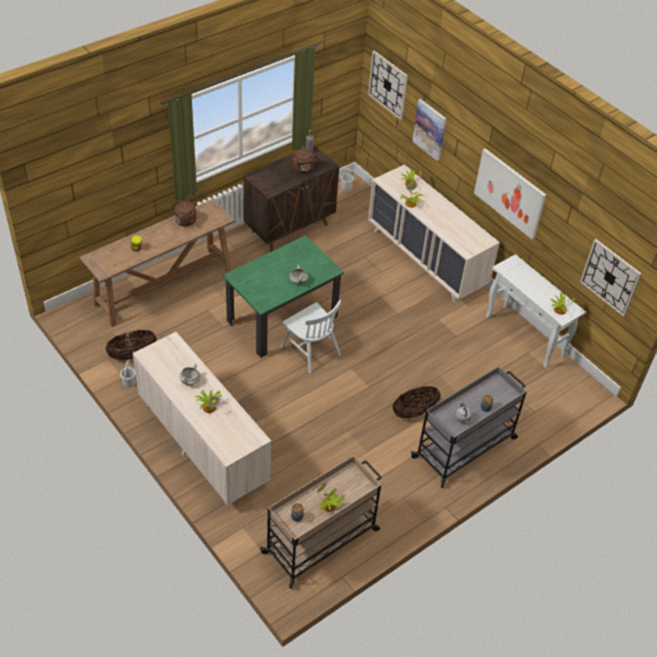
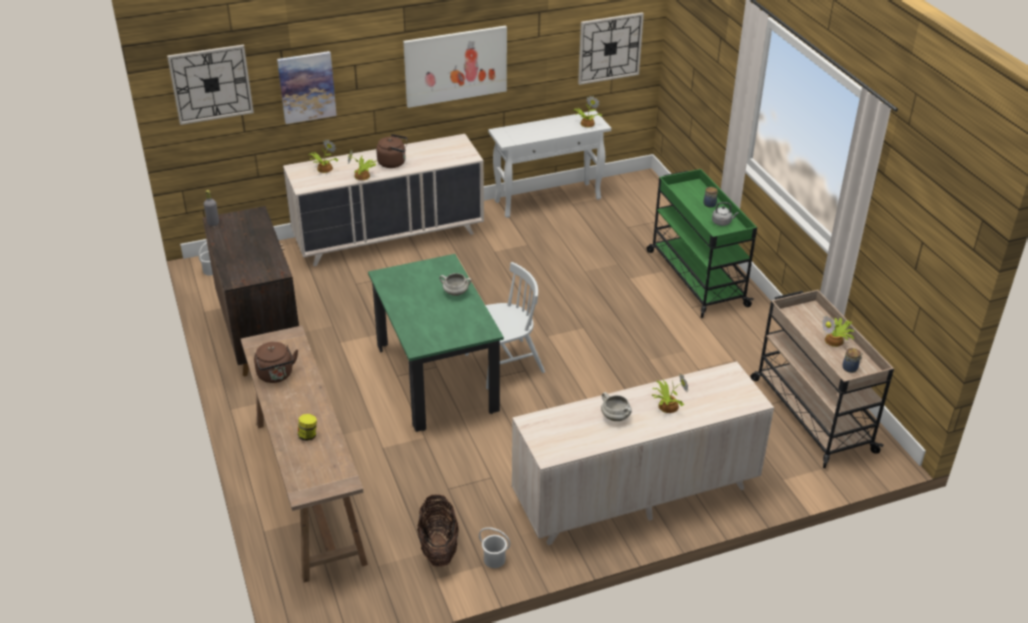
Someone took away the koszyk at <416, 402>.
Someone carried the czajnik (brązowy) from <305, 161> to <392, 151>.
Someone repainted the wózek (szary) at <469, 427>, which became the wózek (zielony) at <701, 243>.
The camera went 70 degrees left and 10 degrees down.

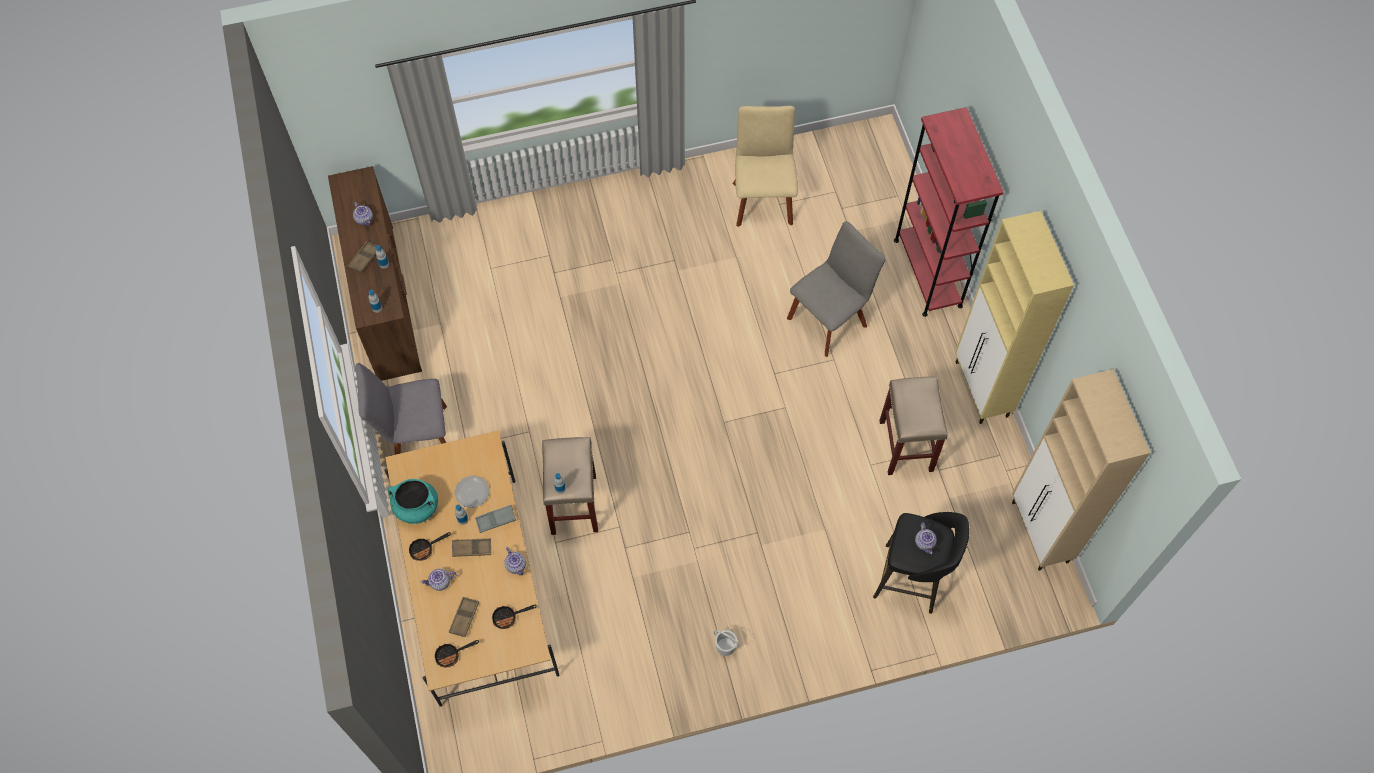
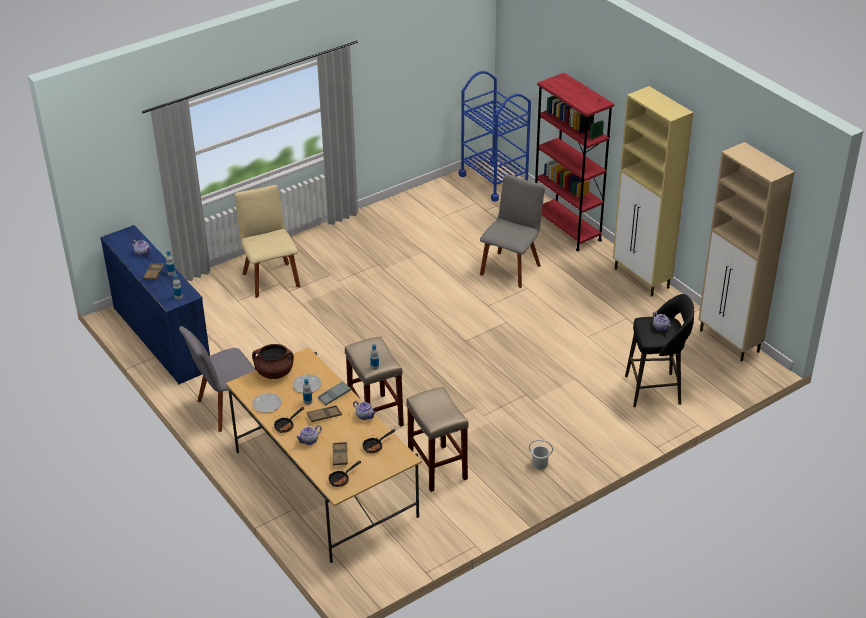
Someone put down the garnek (brązowy) at <273, 361>.
Someone put down the wózek (niebieski) at <495, 136>.
Someone carried the krzesło (beżowy) from <765, 166> to <267, 241>.
Someone carried the stołek (beżowy) from <913, 426> to <437, 439>.
Someone swapped the garnek (turkusowy) at <413, 501> for the talerz at <267, 403>.
Someone repainted the komoda (brązowy) at <375, 273>, which became the komoda (niebieski) at <155, 305>.
The camera went 20 degrees left and 25 degrees down.

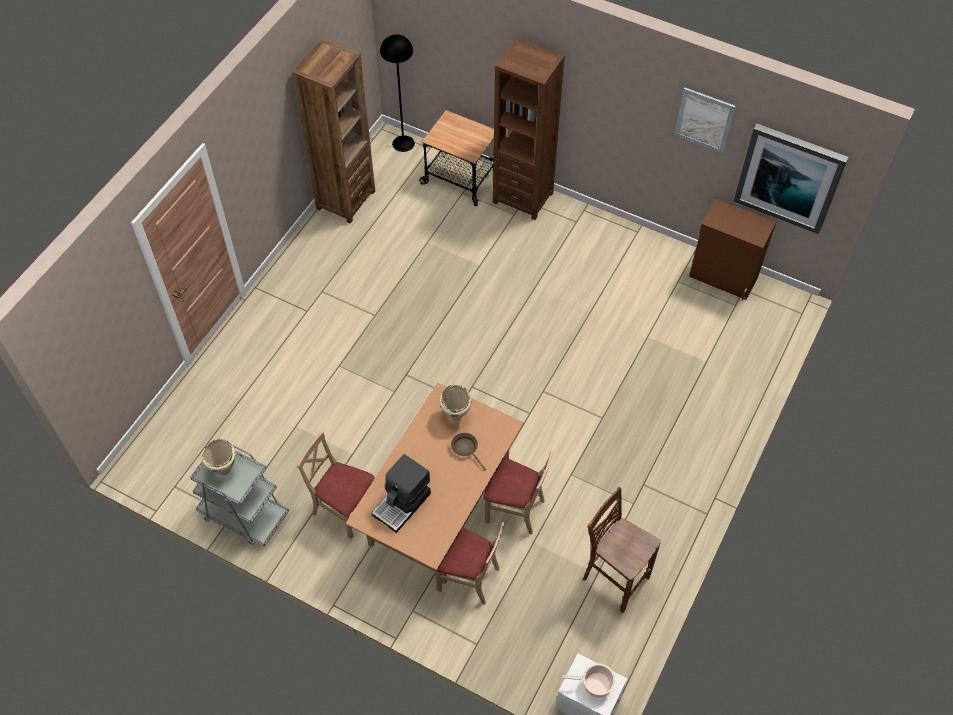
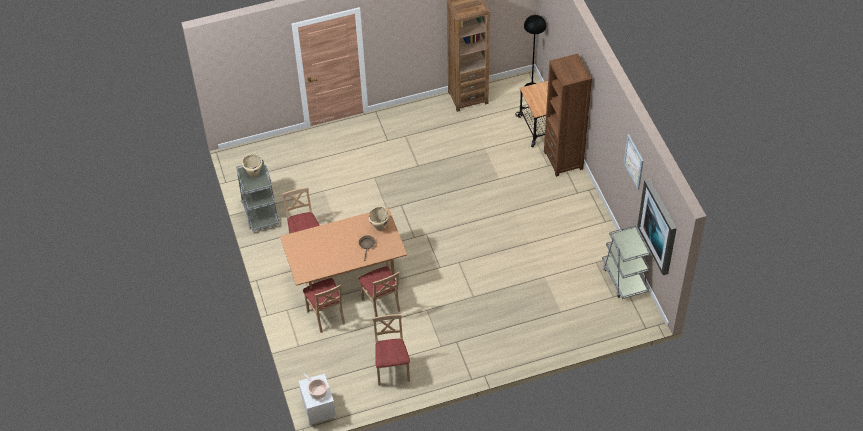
Someone took away the ekspres do kawy at <401, 493>.
Someone swapped the stołek (brązowy) at <622, 550> for the krzesło (beżowy) at <391, 350>.
Someone swapped the szafka (brązowy) at <732, 249> for the wózek (szary) at <626, 262>.
The camera went 45 degrees right and 5 degrees down.

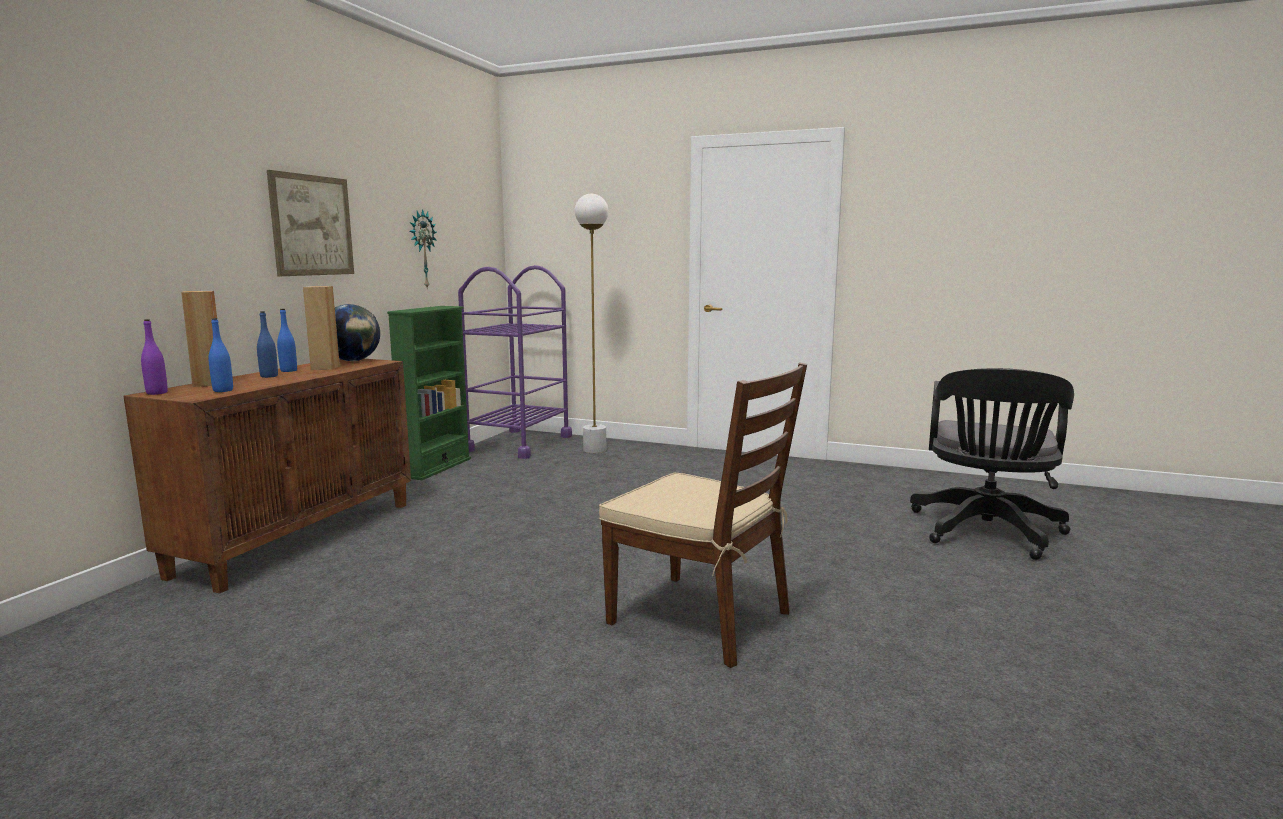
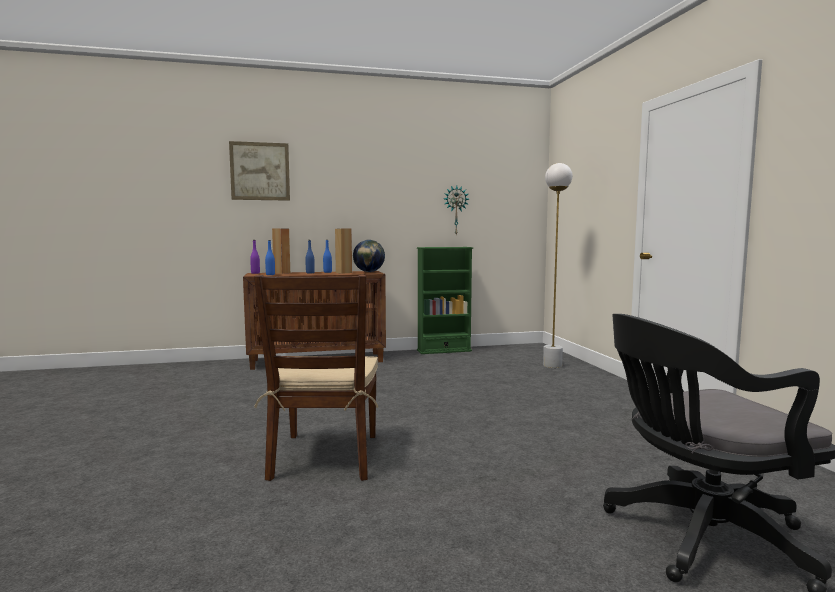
Someone took away the wózek (fioletowy) at <515, 362>.
Someone carried the obraz from <310, 223> to <259, 171>.
The camera went 55 degrees right and 5 degrees down.

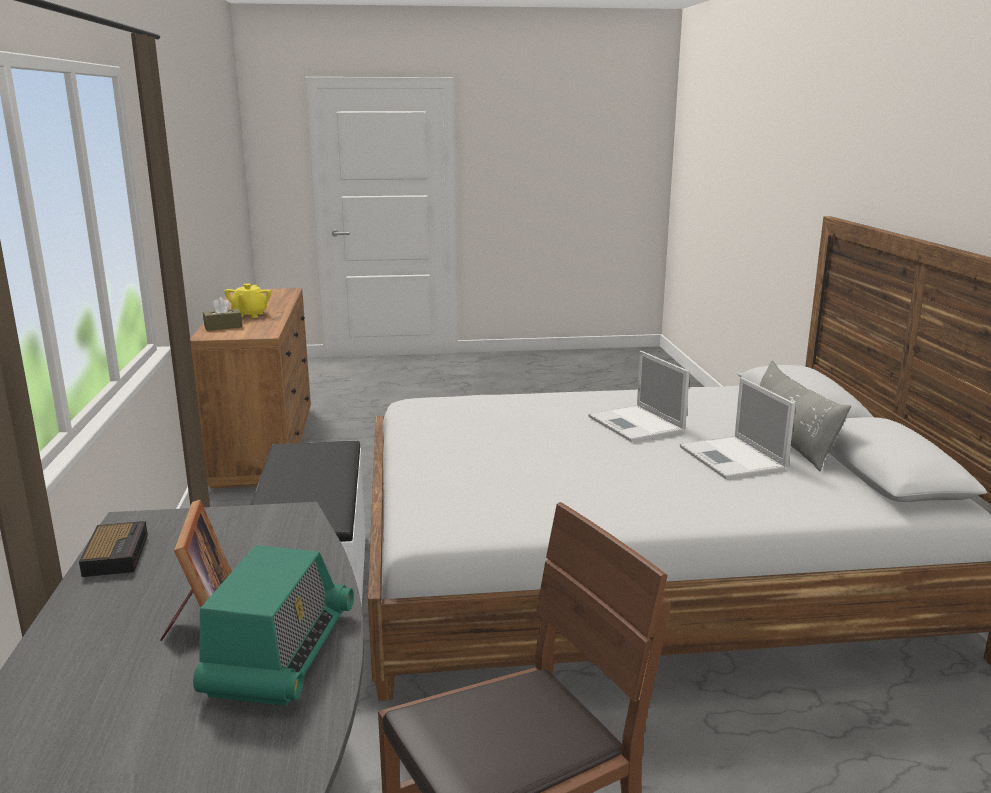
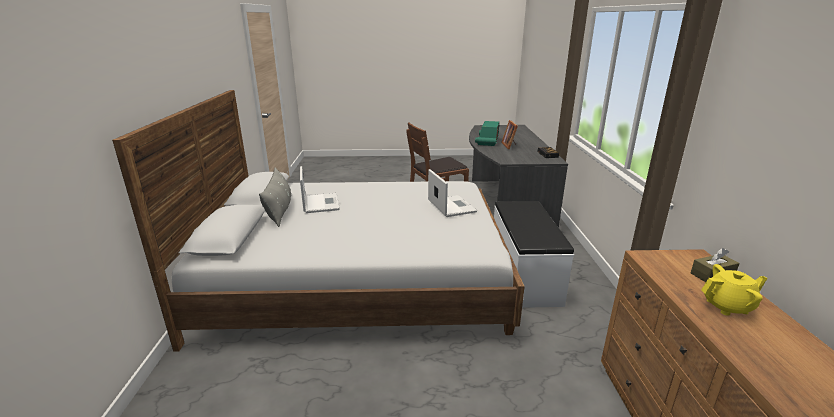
Someone carried the laptop from <639, 396> to <452, 193>.
Someone rotated the imbryk (żółty) at <247, 301> by 75 degrees clockwise.
The camera went 175 degrees left and 5 degrees up.

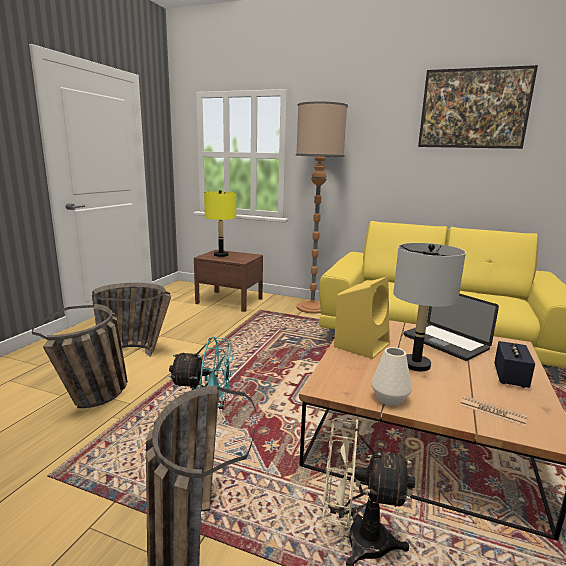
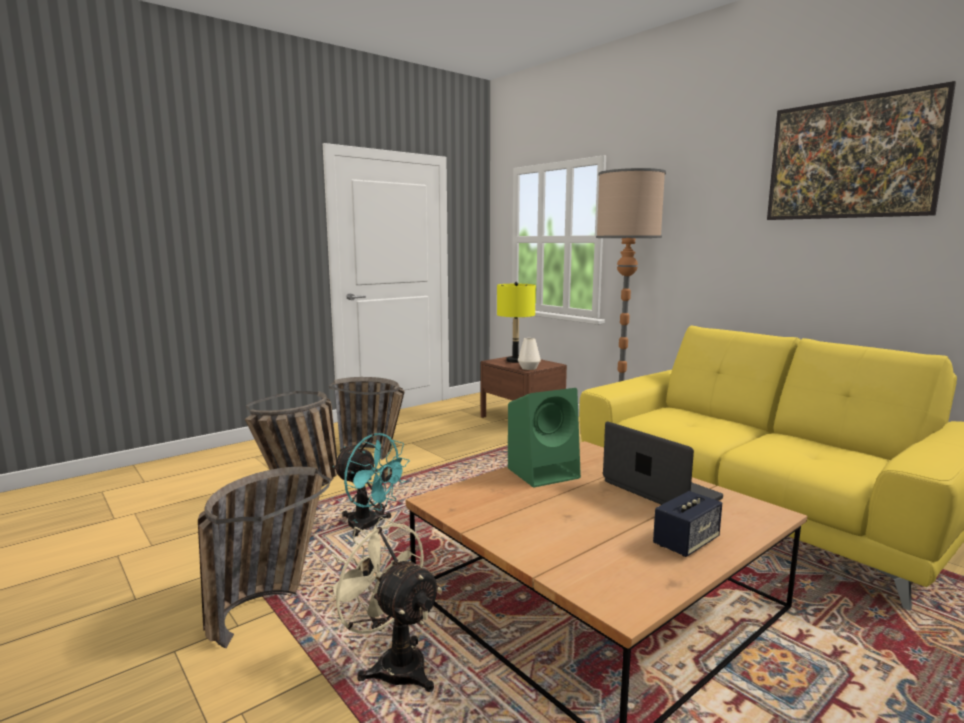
Someone took away the lampa stołowa (szary) at <429, 307>.
Someone took away the gazeta at <494, 411>.
Someone carried the wazon (biały) from <391, 376> to <529, 354>.
Someone repainted the głośnik (żółty) at <362, 317>, which became the głośnik (zielony) at <544, 438>.
Someone rotated the laptop at <451, 327> by 150 degrees clockwise.
The camera went 30 degrees right and 5 degrees down.

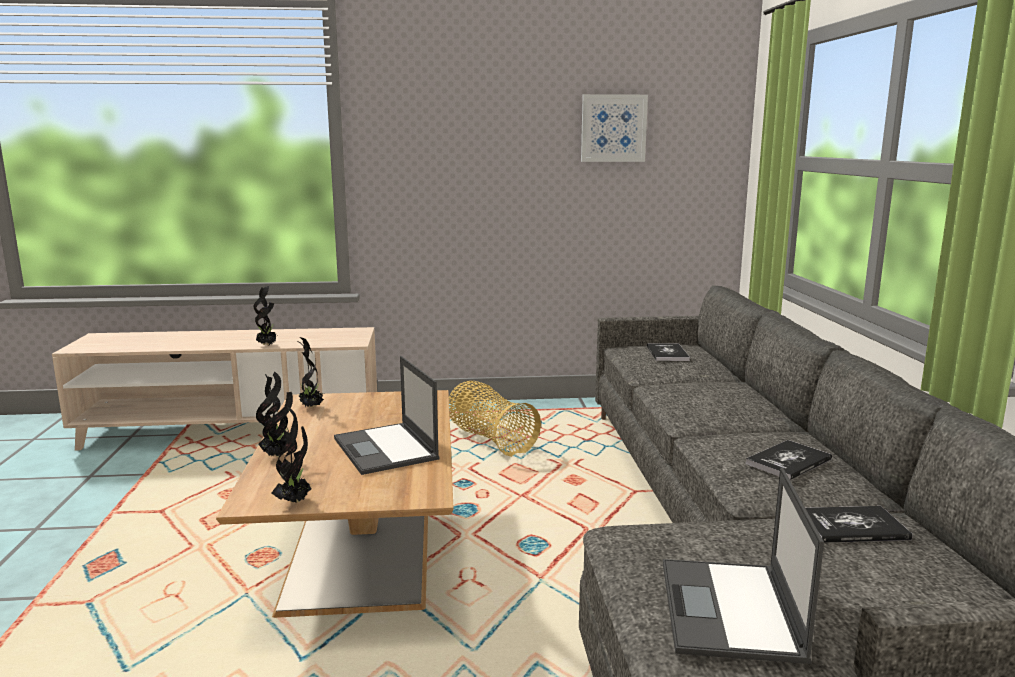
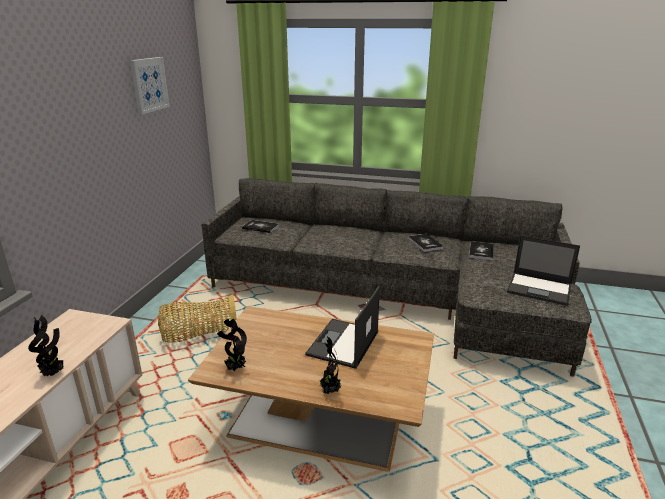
Someone took away the roślina doniczkowa at <292, 454>.
Someone rotated the laptop at <387, 415> by 120 degrees clockwise.
The camera went 70 degrees left and 10 degrees up.

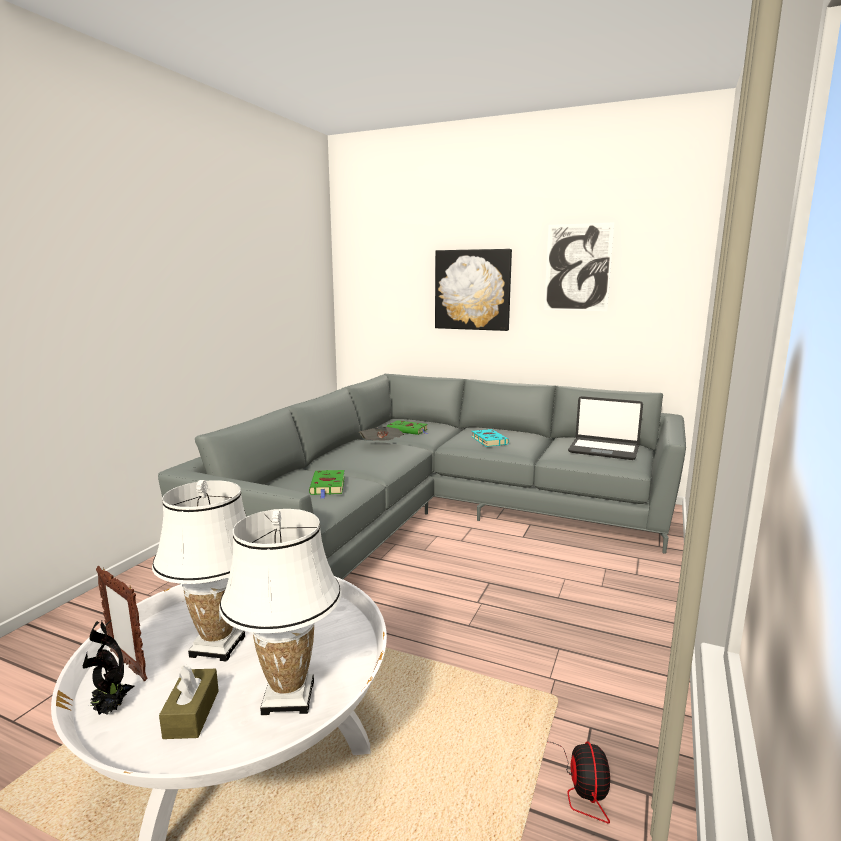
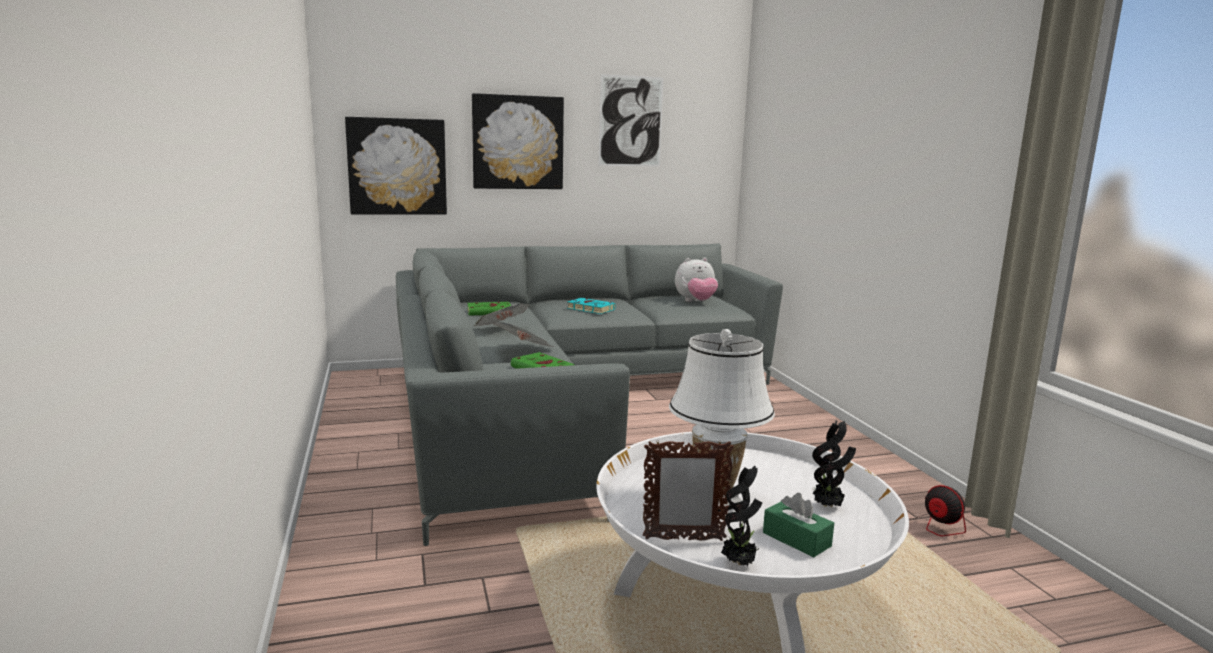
Someone put up the obraz at <396, 166>.
Someone put down the gazeta at <523, 334>.
Someone swapped the lampa stołowa (biały) at <280, 612> for the roślina doniczkowa at <834, 463>.
Someone swapped the laptop at <605, 428> for the pluszak at <696, 280>.
Someone repainted the pudełko chusteczek (brązowy) at <189, 702>, which became the pudełko chusteczek (zielony) at <798, 525>.
The camera went 40 degrees left and 0 degrees up.

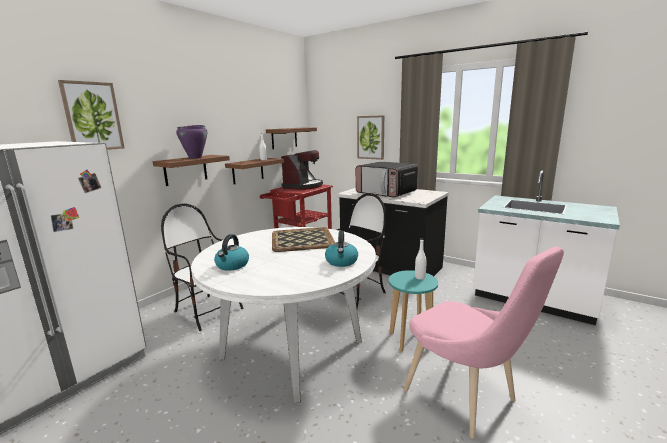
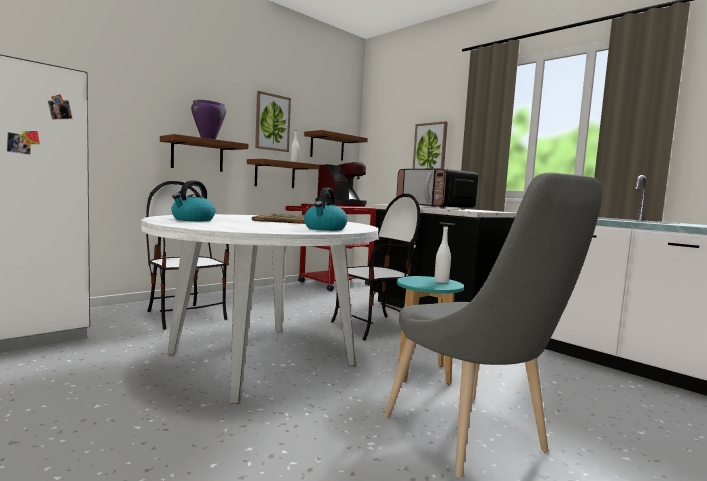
Someone carried the obraz from <91, 115> to <273, 121>.
Someone repainted the krzesło (różowy) at <484, 342>, which became the krzesło (szary) at <493, 325>.
The camera went 10 degrees right and 10 degrees down.

